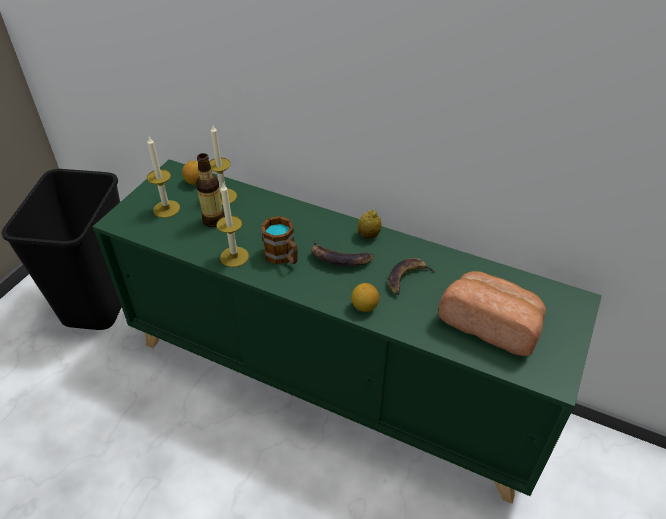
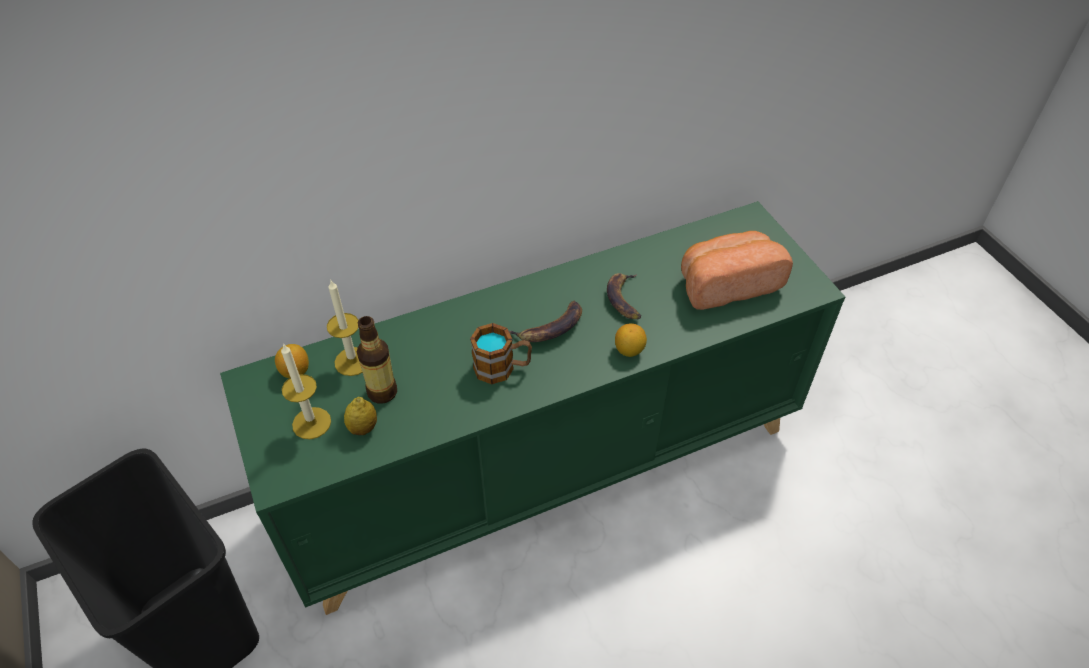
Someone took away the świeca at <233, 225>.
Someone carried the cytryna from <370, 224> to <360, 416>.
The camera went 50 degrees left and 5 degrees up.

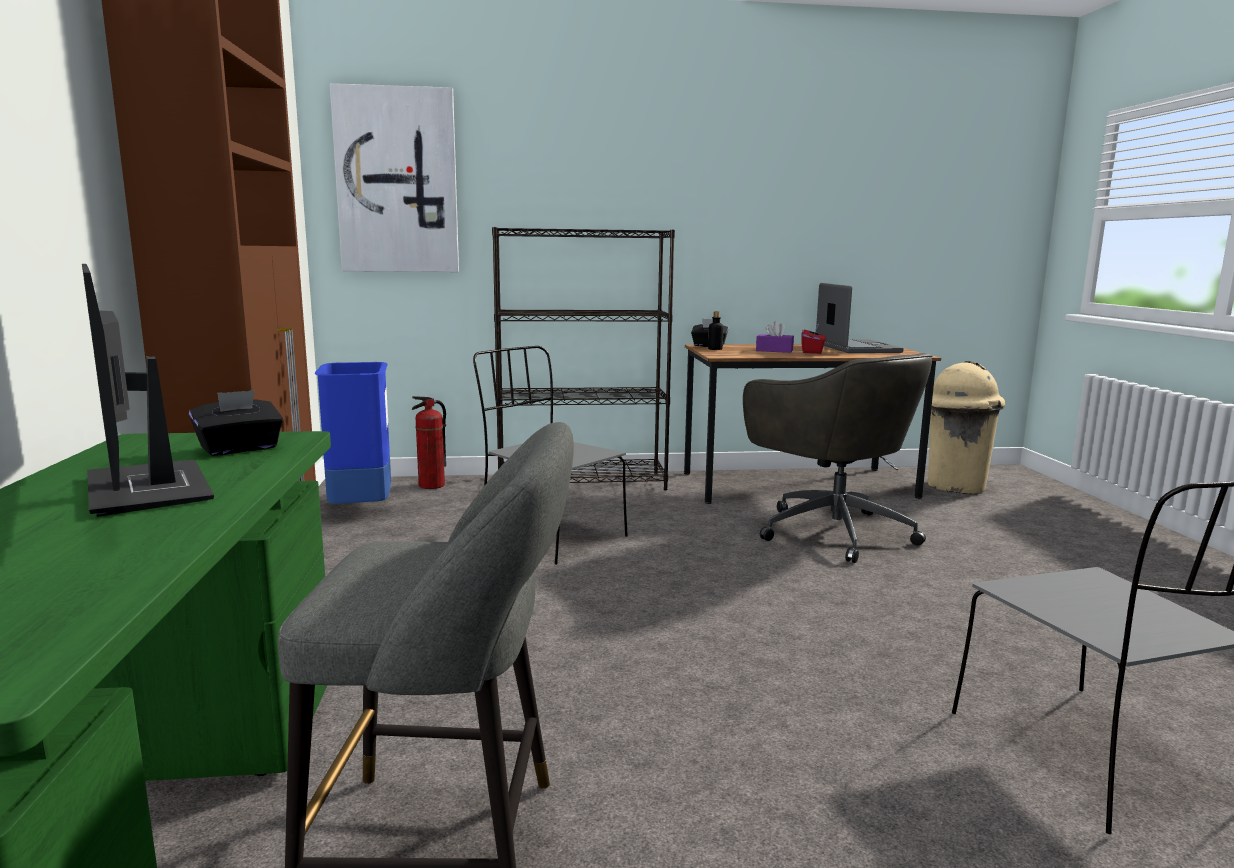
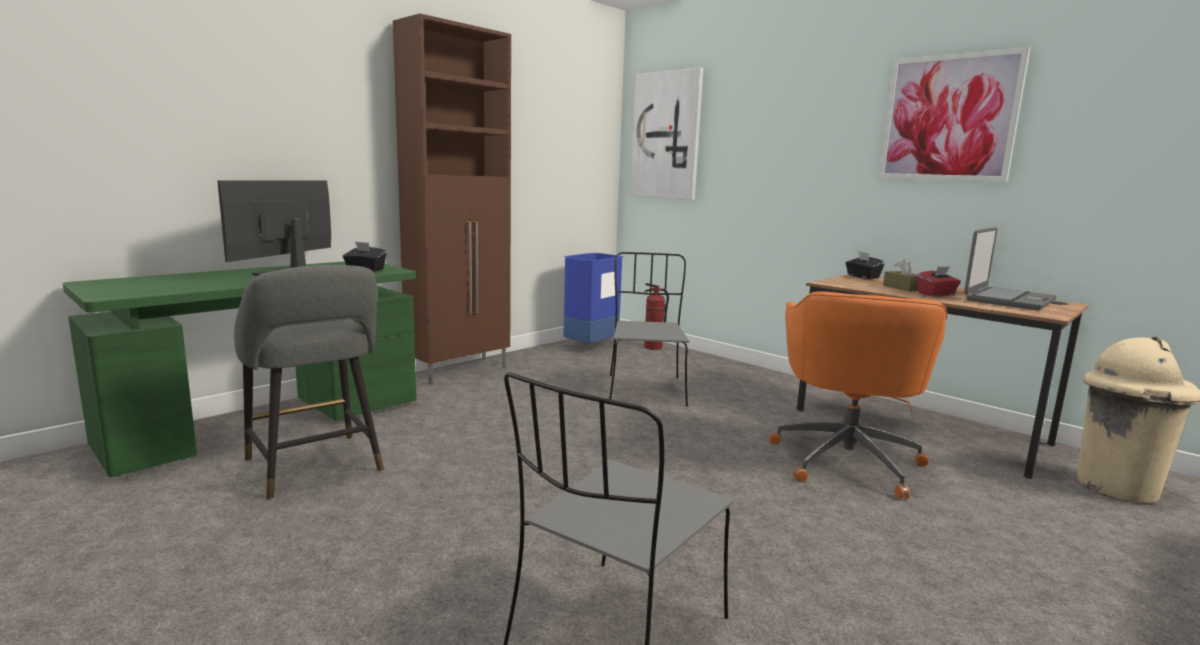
Someone took away the regał (czarny) at <583, 358>.
Someone took away the butelka at <716, 330>.
Someone put up the obraz at <954, 114>.
Someone repainted the krzesło biurowe (szary) at <838, 458>, which became the krzesło biurowe (pomarańczowy) at <858, 395>.
Someone repainted the pudełko chusteczek (fioletowy) at <775, 337>, which became the pudełko chusteczek (brązowy) at <900, 275>.
The camera went 50 degrees right and 0 degrees up.

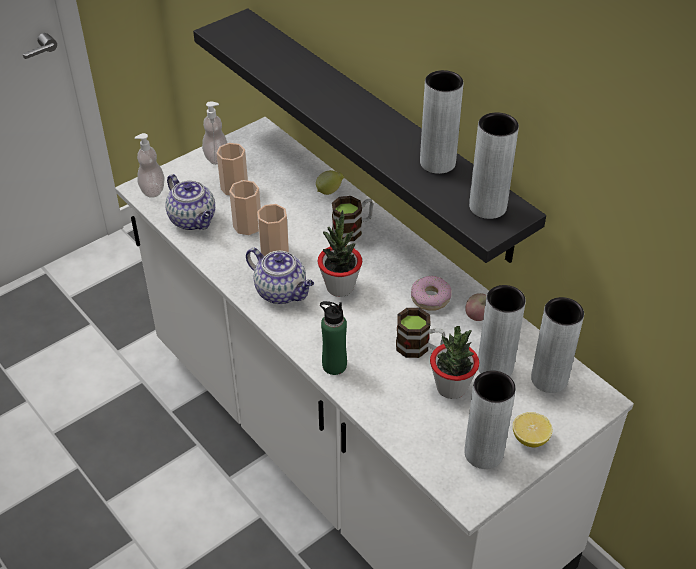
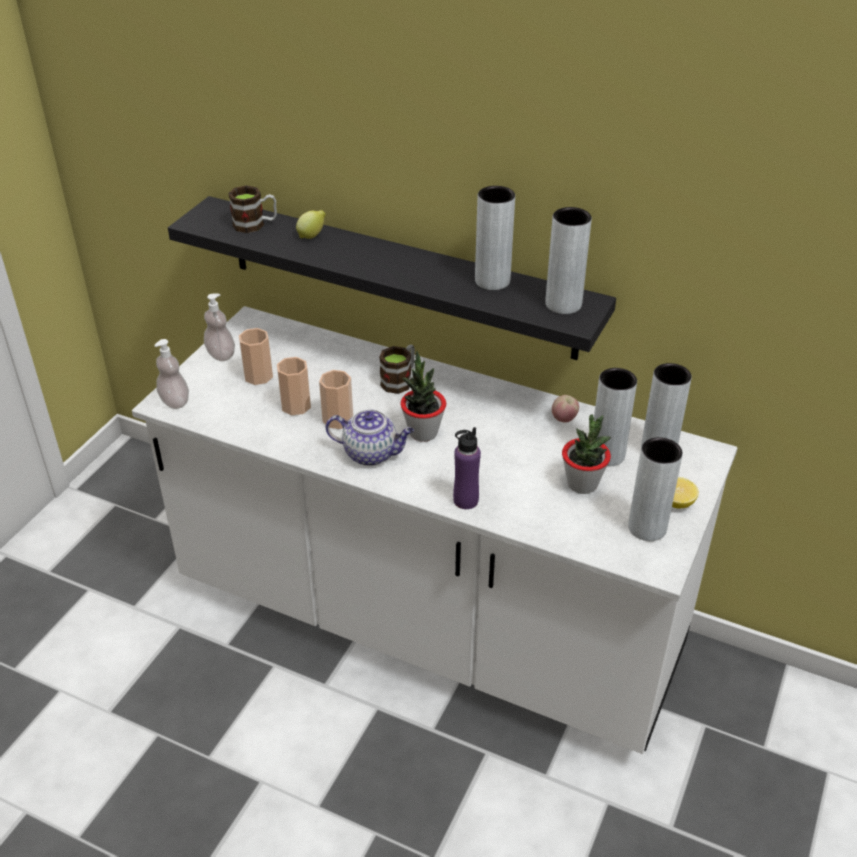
Someone took away the imbryk at <190, 202>.
Someone took away the donut at <431, 293>.
Someone carried the cytryna from <330, 182> to <311, 224>.
Someone carried the kubek from <420, 333> to <252, 209>.
Someone repainted the butelka (zielony) at <333, 338>, which became the butelka (fioletowy) at <467, 468>.
The camera went 25 degrees left and 5 degrees down.

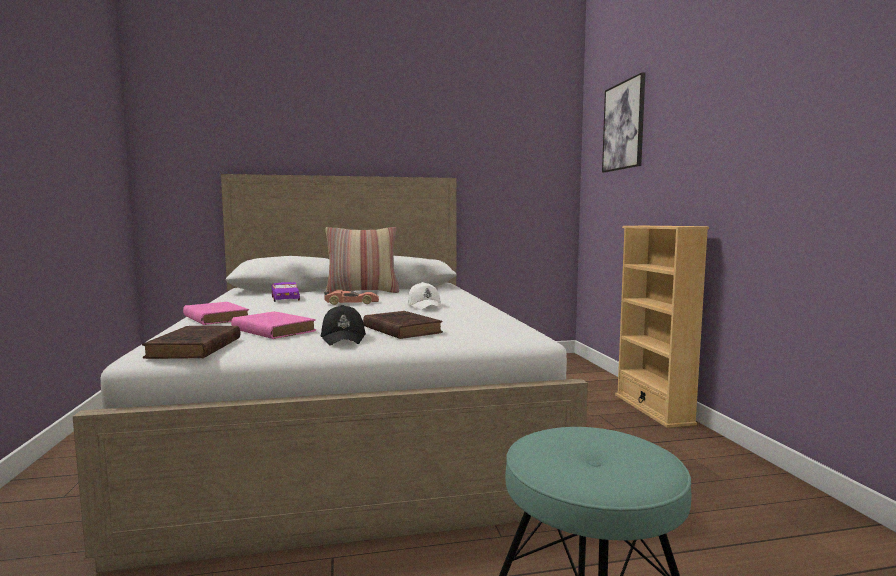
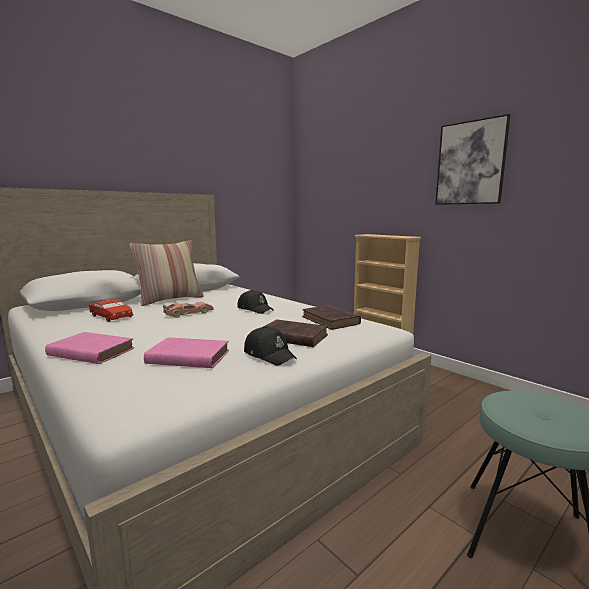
Someone carried the książka (brązowy) from <191, 342> to <331, 317>.
Someone carried the obraz from <623, 122> to <472, 159>.
Someone repainted the samochodzik (fioletowy) at <286, 292>, which became the samochodzik (czerwony) at <111, 310>.
Someone repainted the czapka z daszkiem (biały) at <424, 296>, which became the czapka z daszkiem (czarny) at <255, 302>.
The camera went 30 degrees left and 5 degrees up.

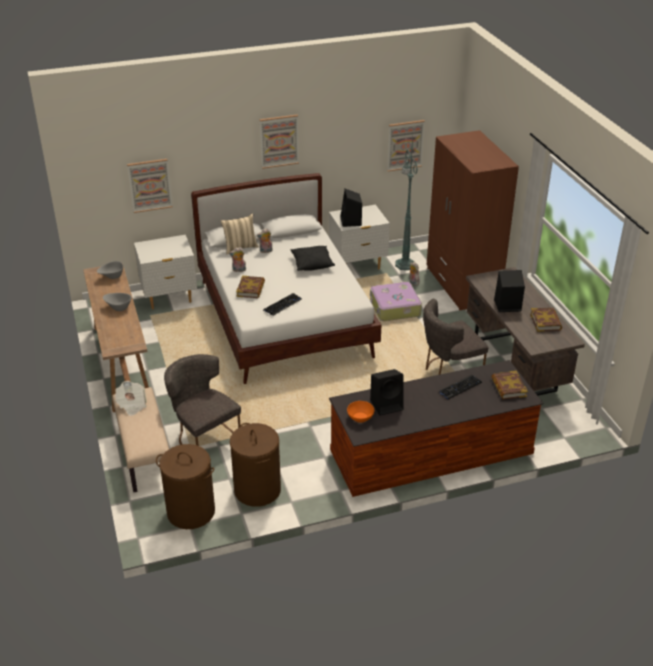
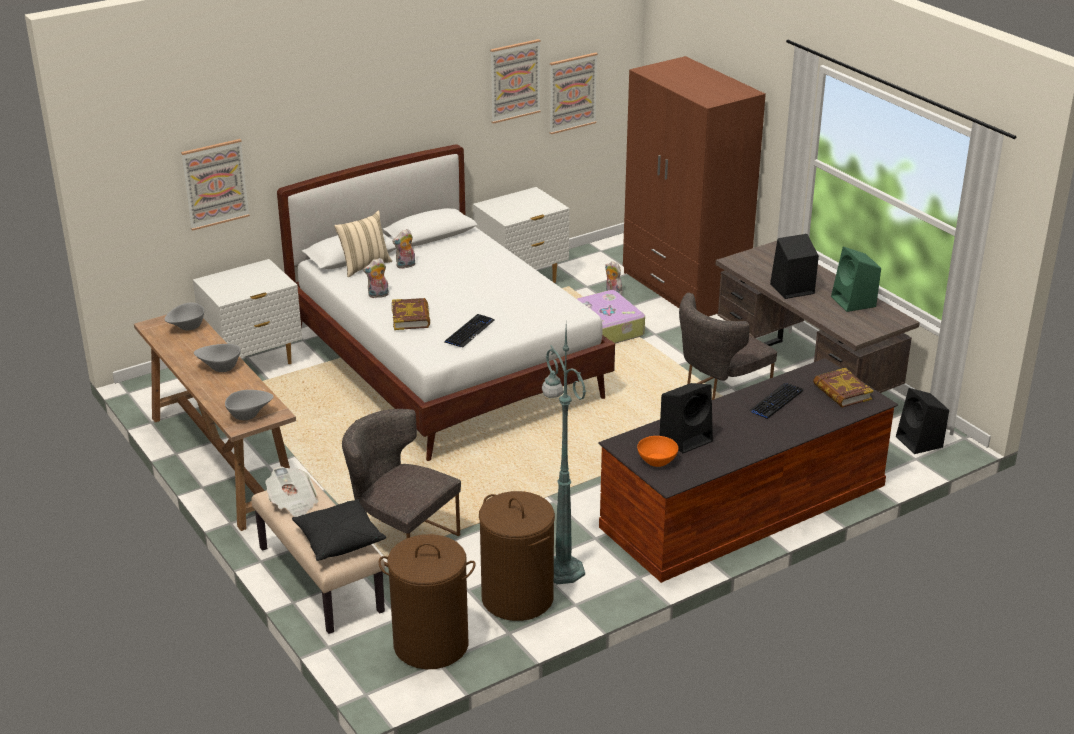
Someone put down the miska (szary) at <249, 405>.
Someone carried the obraz from <279, 142> to <515, 81>.
Someone carried the poduszka (czarny) from <313, 258> to <339, 530>.
Someone carried the głośnik (czarny) from <351, 208> to <922, 421>.
Someone carried the lampa stojąca (zielony) from <406, 204> to <564, 456>.
Someone swapped the książka at <546, 320> for the głośnik (zielony) at <856, 279>.
The camera went 15 degrees left and 5 degrees down.

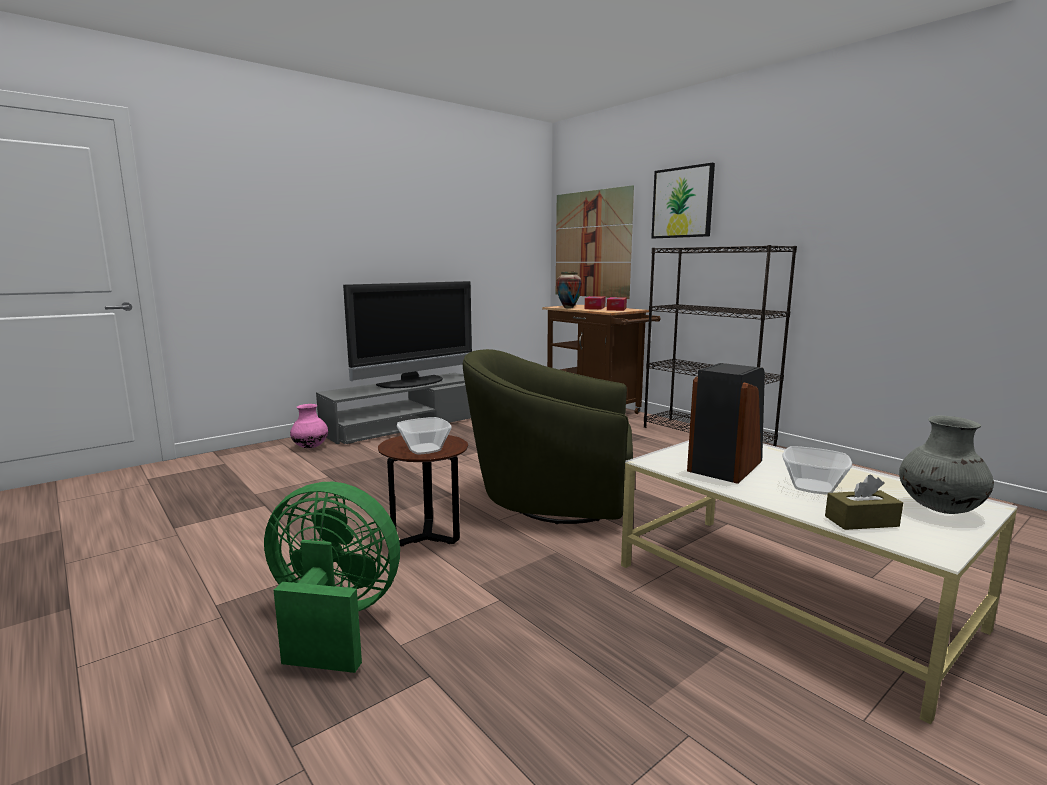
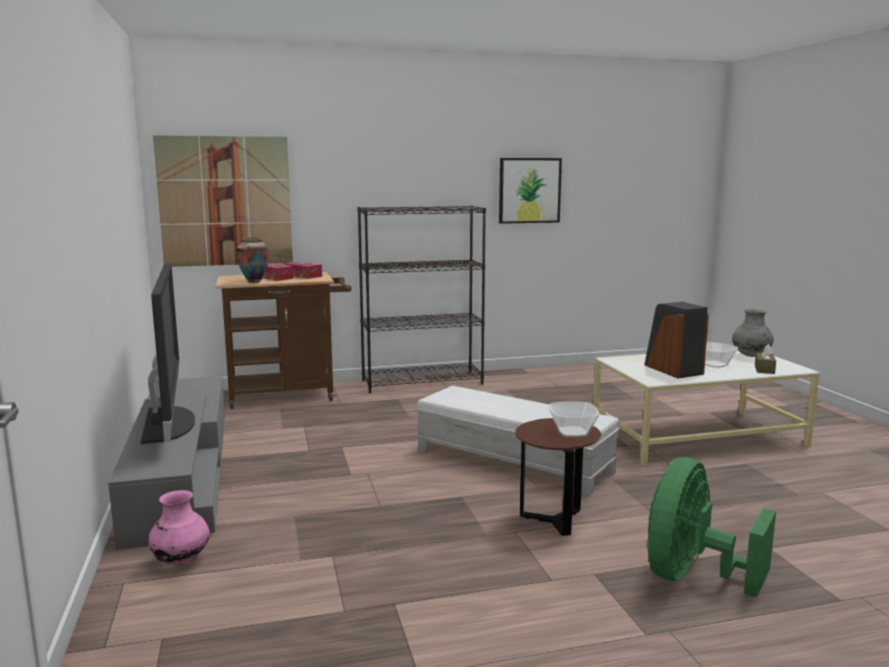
Someone carried the obraz from <683, 200> to <530, 191>.
Someone swapped the fotel (zielony) at <548, 436> for the pufa (biały) at <518, 441>.
The camera went 65 degrees left and 0 degrees up.

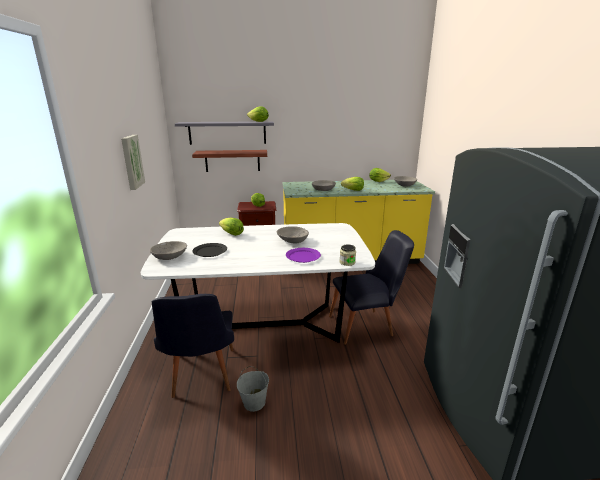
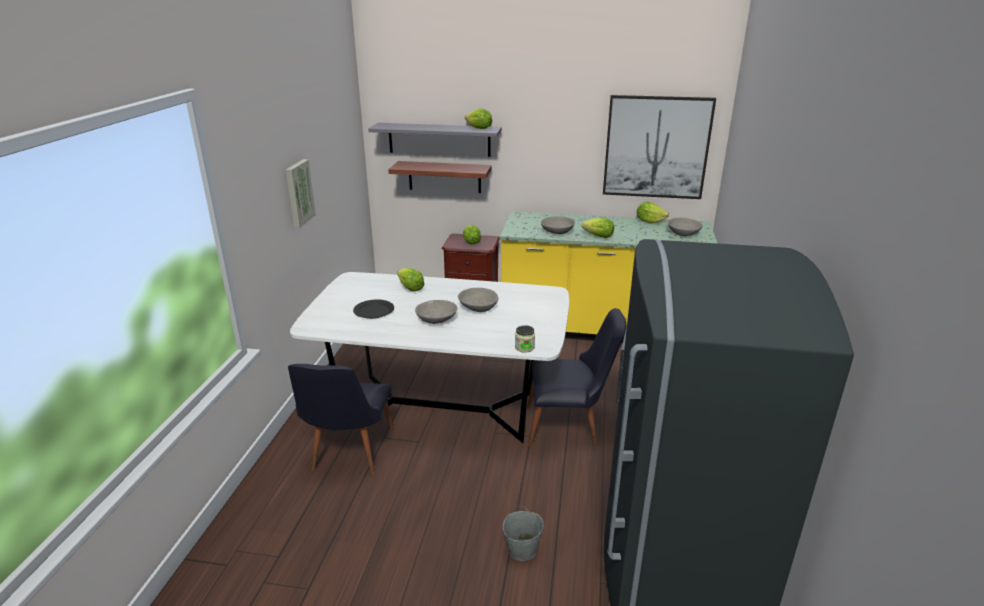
Someone took away the talerz (fioletowy) at <303, 255>.
Someone put up the obraz at <659, 147>.
Someone carried the miska (szary) from <168, 250> to <436, 312>.
Someone carried the wiadro (szary) from <253, 389> to <523, 533>.
The camera went 15 degrees right and 5 degrees up.

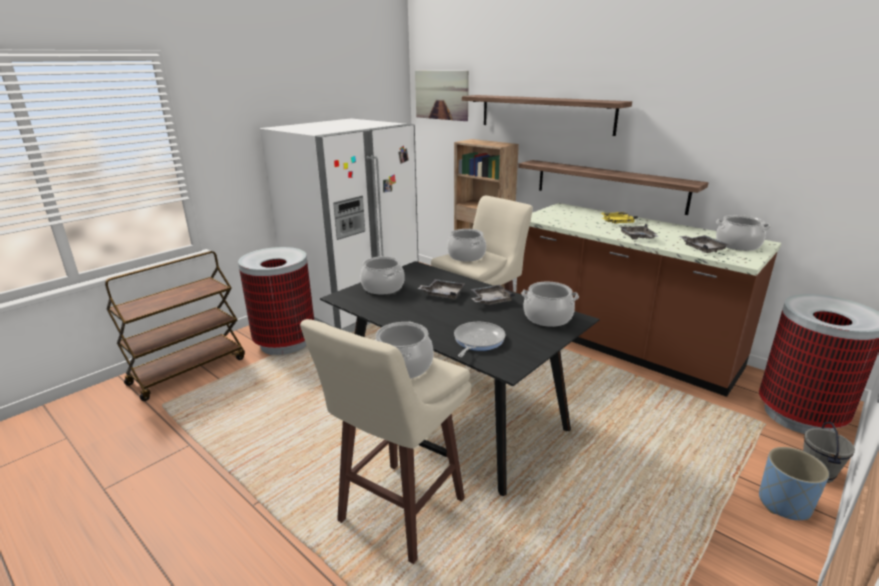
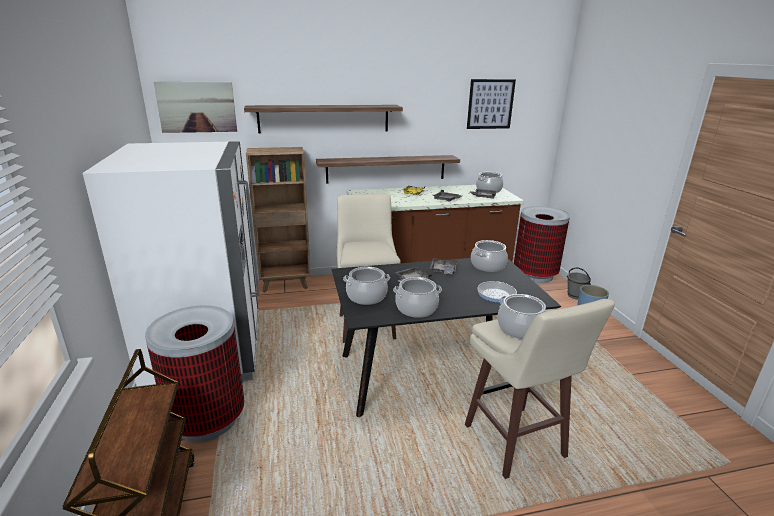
Someone put up the obraz at <491, 104>.
Someone carried the garnek from <466, 245> to <417, 297>.
The camera went 55 degrees left and 0 degrees up.

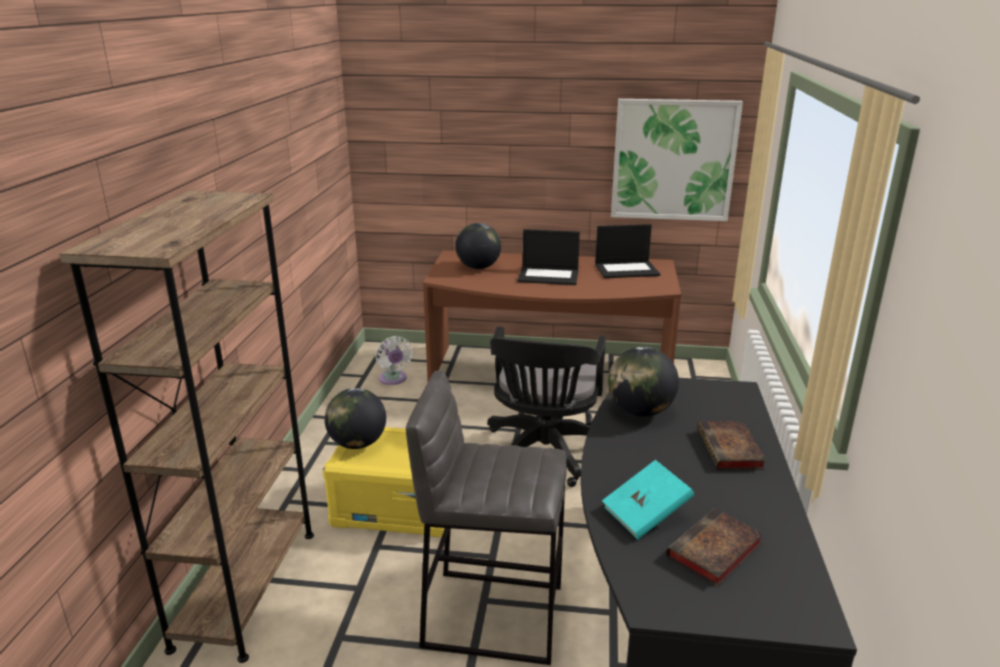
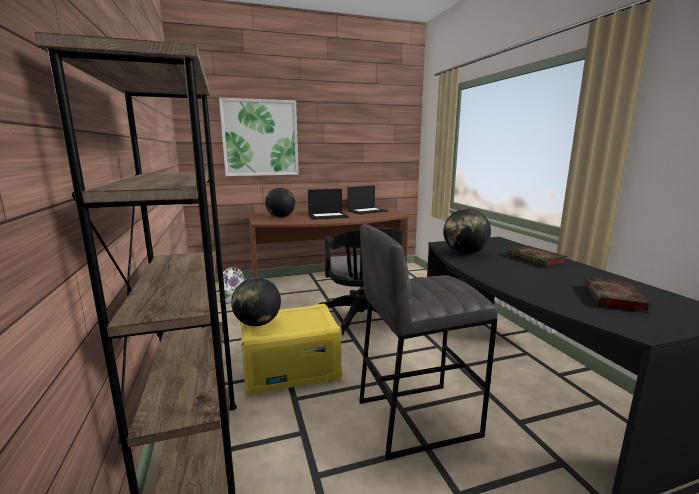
Someone took away the książka (turkusowy) at <648, 500>.
Someone carried the obraz from <677, 160> to <259, 137>.
The camera went 25 degrees left and 10 degrees down.

